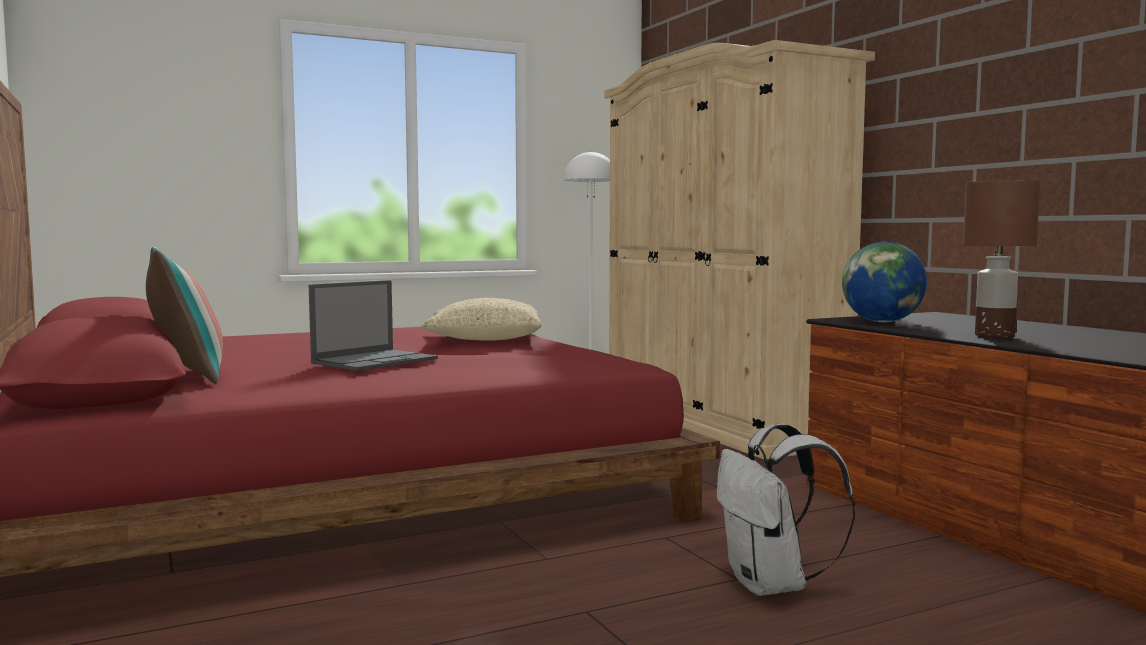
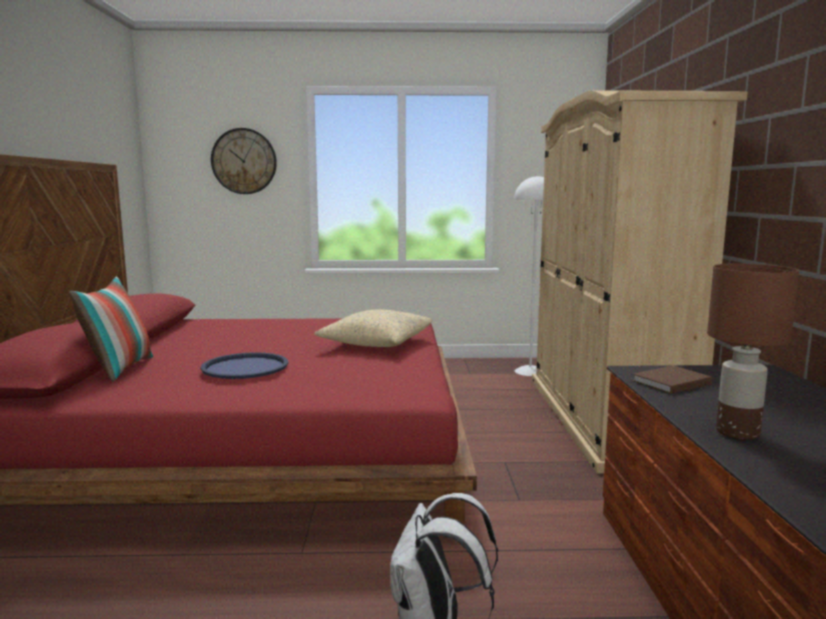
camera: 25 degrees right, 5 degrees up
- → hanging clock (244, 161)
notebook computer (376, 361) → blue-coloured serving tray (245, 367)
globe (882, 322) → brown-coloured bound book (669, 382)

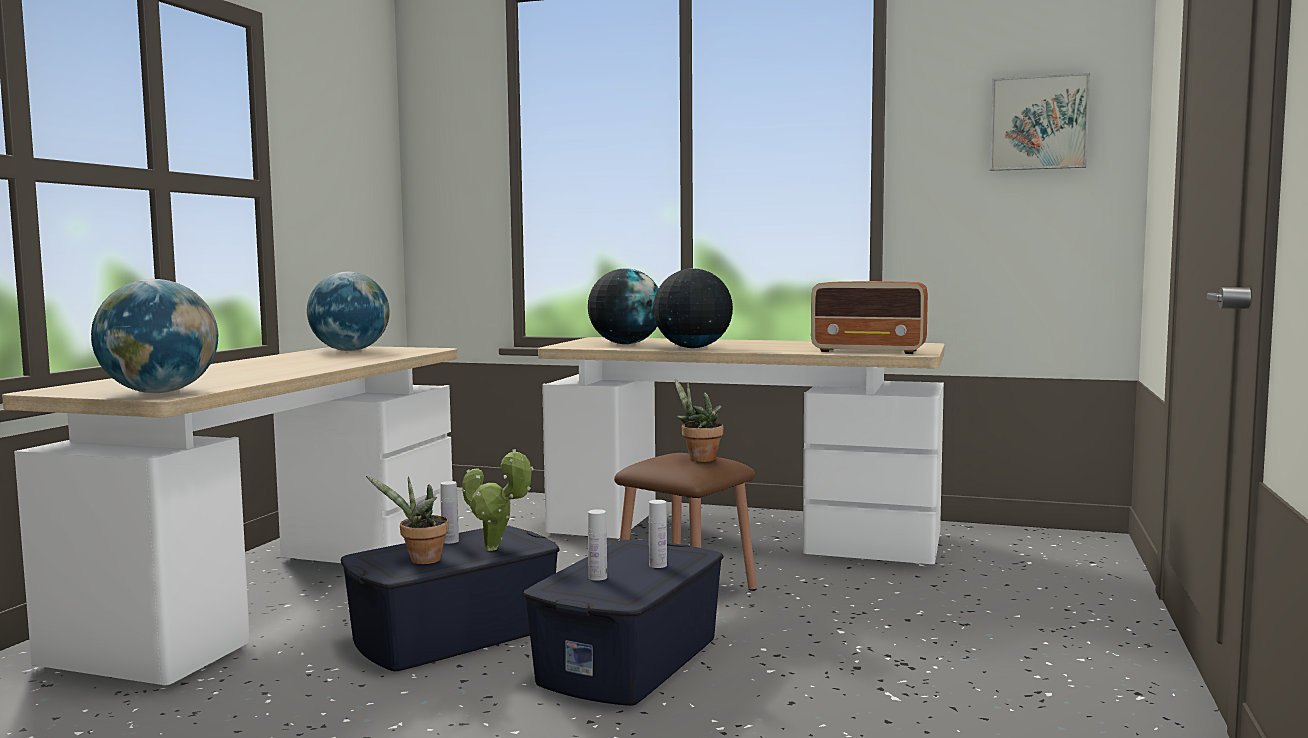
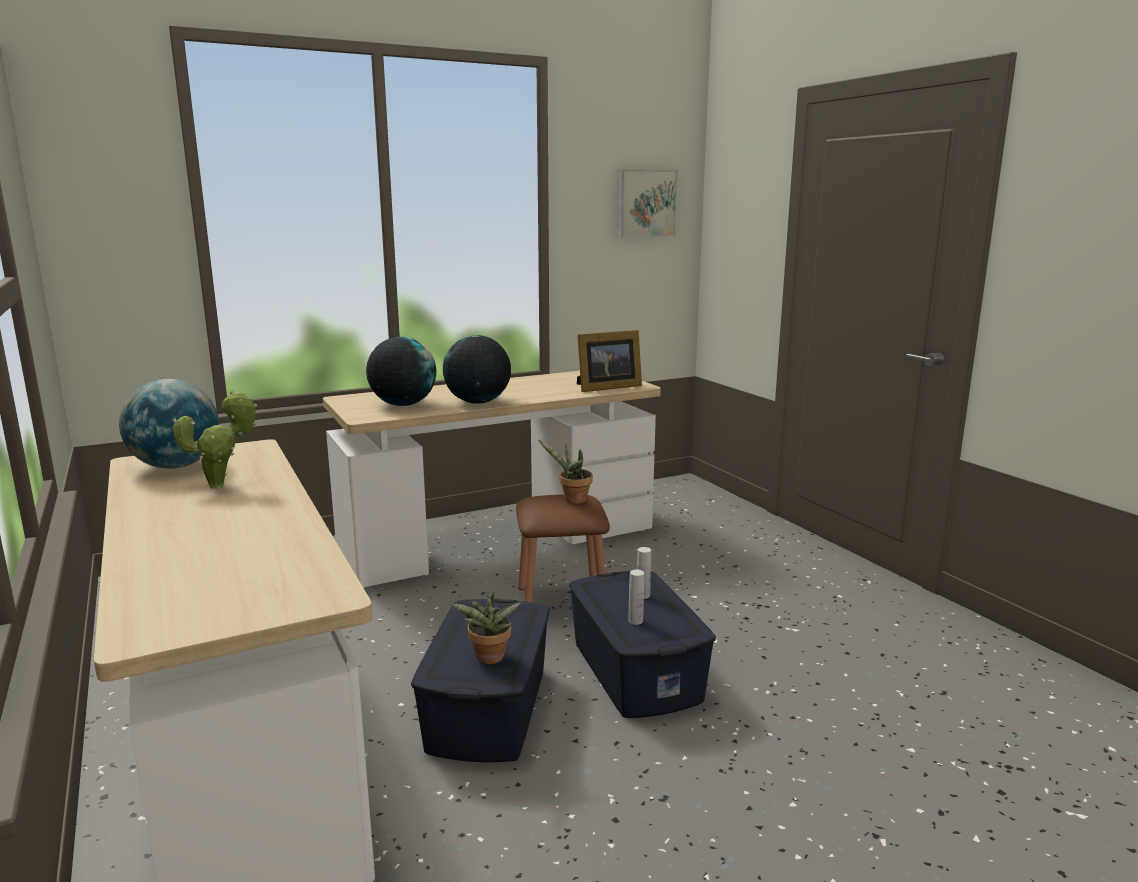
camera: 45 degrees left, 10 degrees up
globe (160, 392) → -
whitish drink bottle (450, 541) → -
houseplant (496, 549) → houseplant (222, 485), moved
radio (870, 351) → standing frame (606, 387)

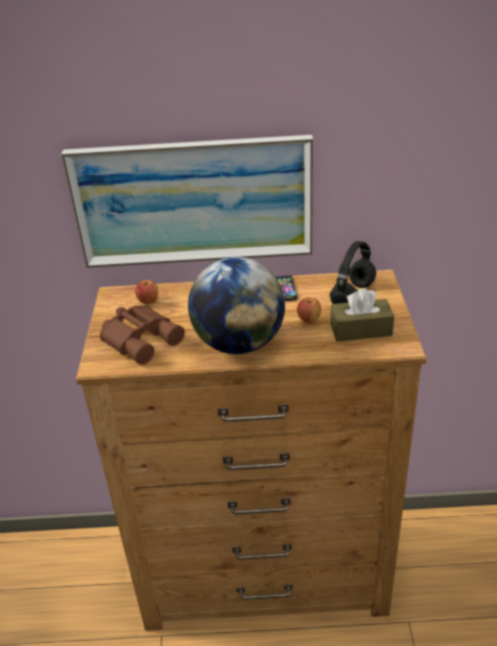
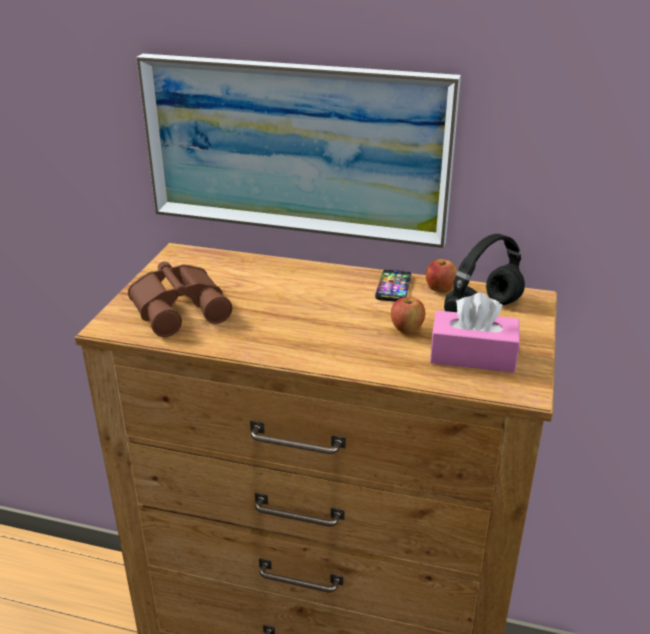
camera: 15 degrees right, 5 degrees down
globe (239, 343) → -
whole apple (148, 301) → whole apple (440, 289), moved
brown-coloured box of tissues (361, 330) → pinkish box of tissues (472, 356)

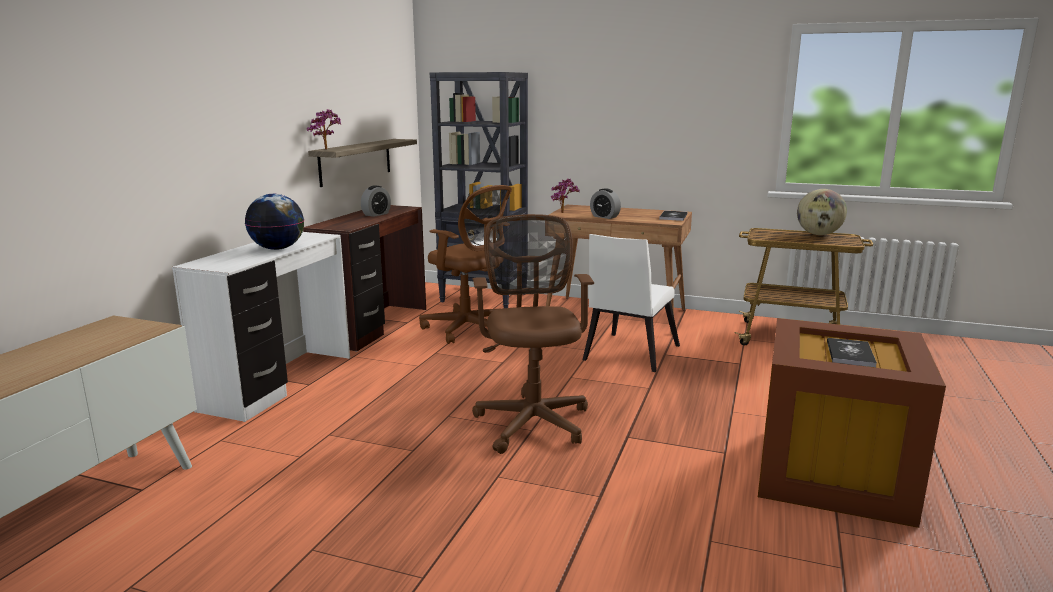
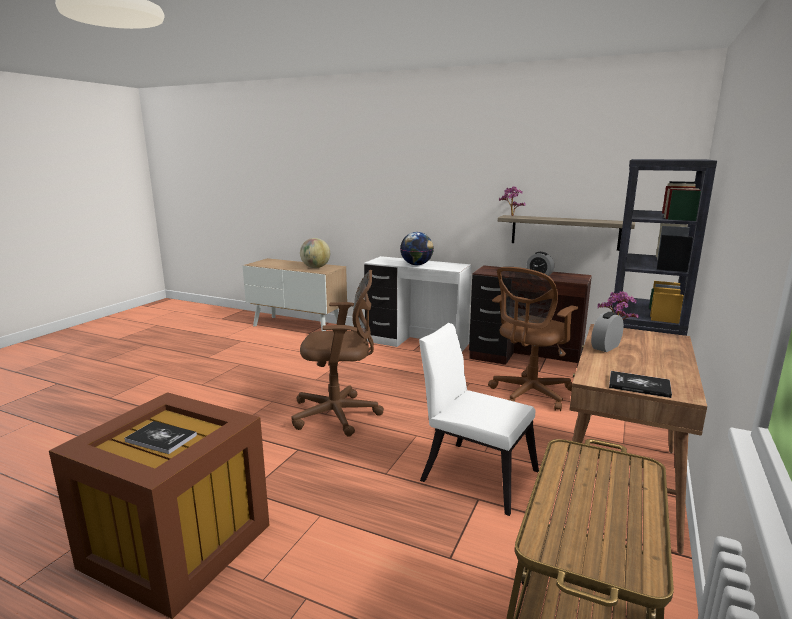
camera: 95 degrees right, 0 degrees up
globe (818, 234) → globe (315, 267), moved

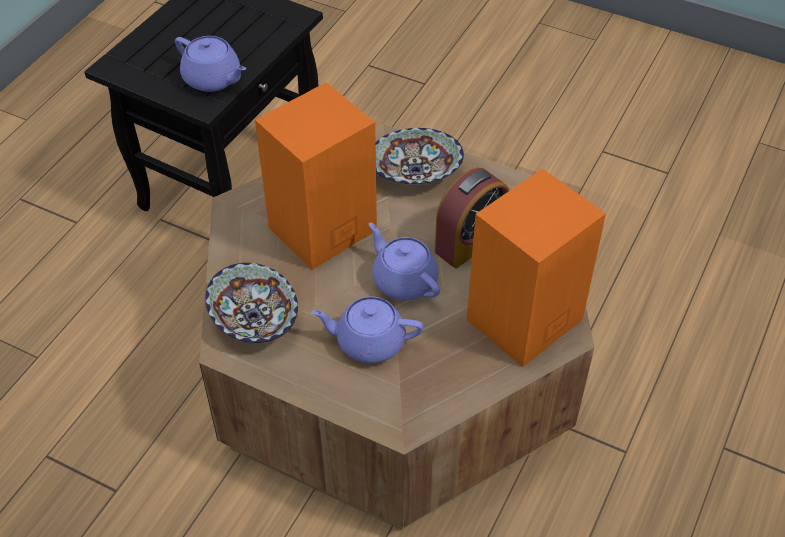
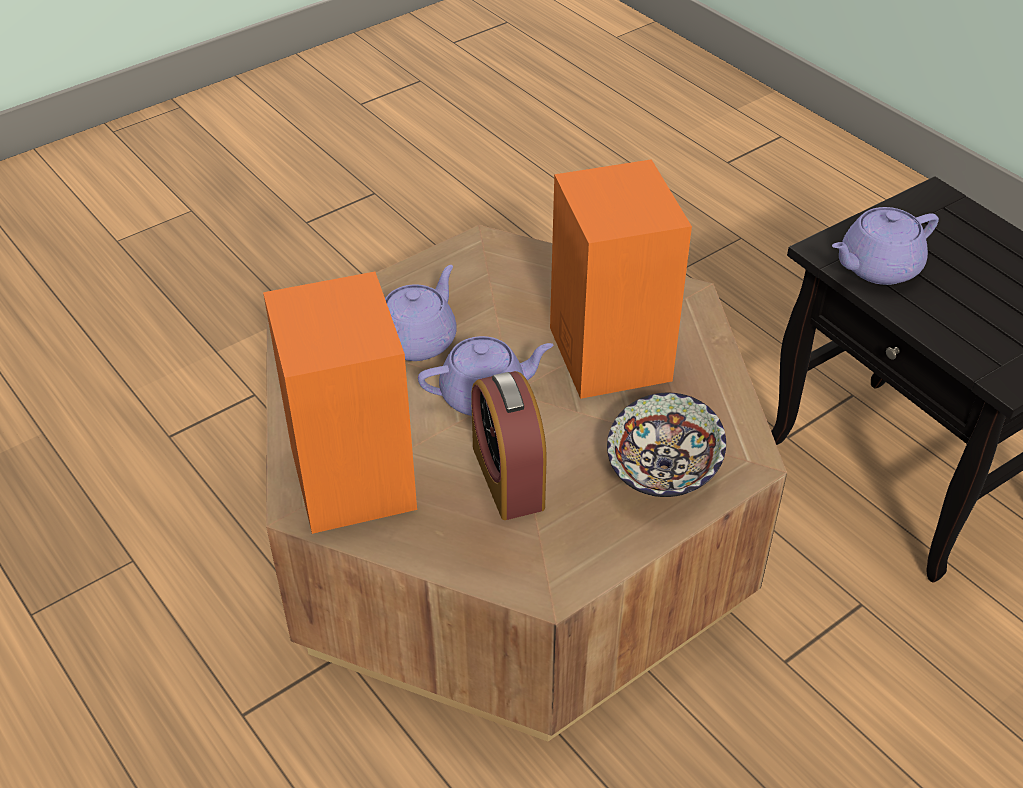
camera: 115 degrees right, 5 degrees down
bowl (253, 320) → -

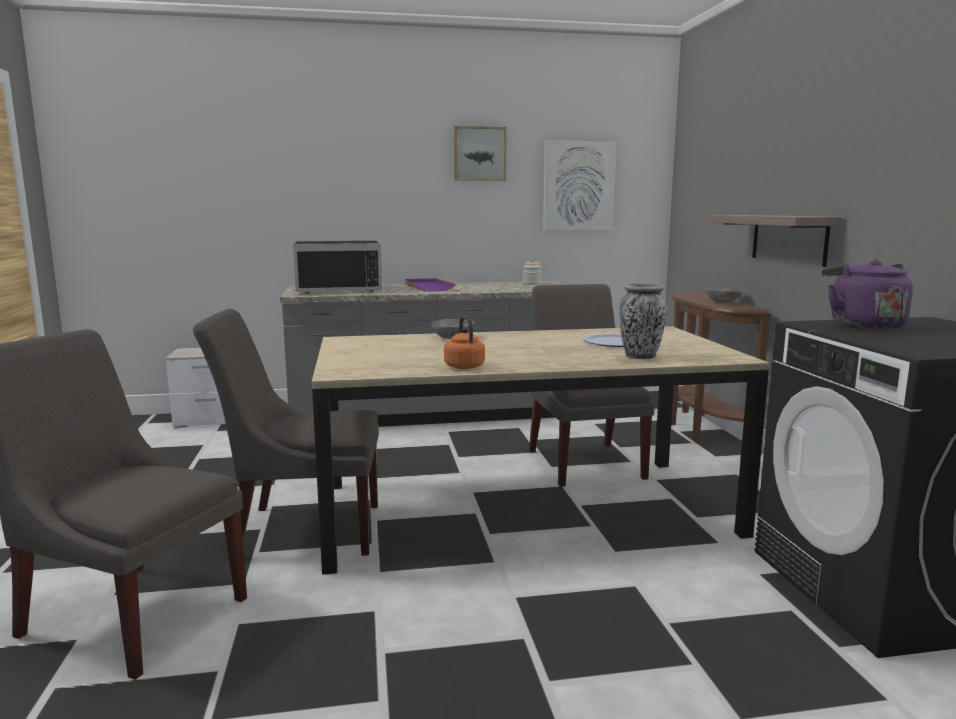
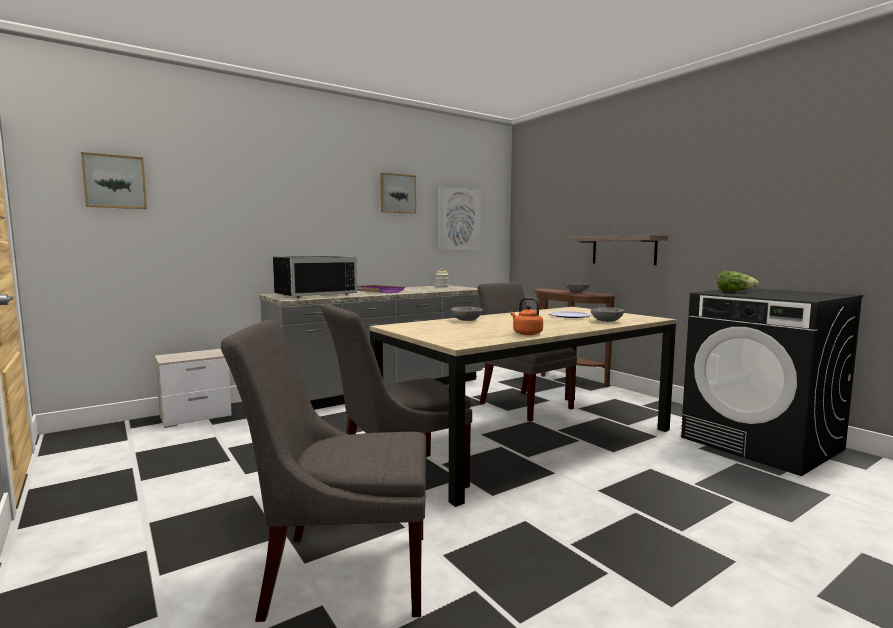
camera: 25 degrees left, 5 degrees down
- → wall picture (114, 182)
decorative vase (640, 356) → greyish bowl (606, 321)
purple water kettle (862, 326) → lettuce (735, 292)

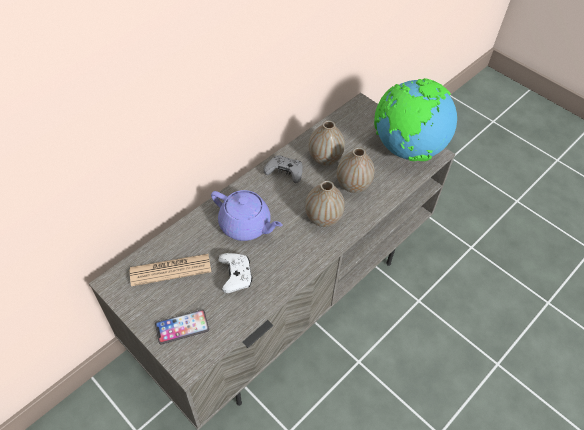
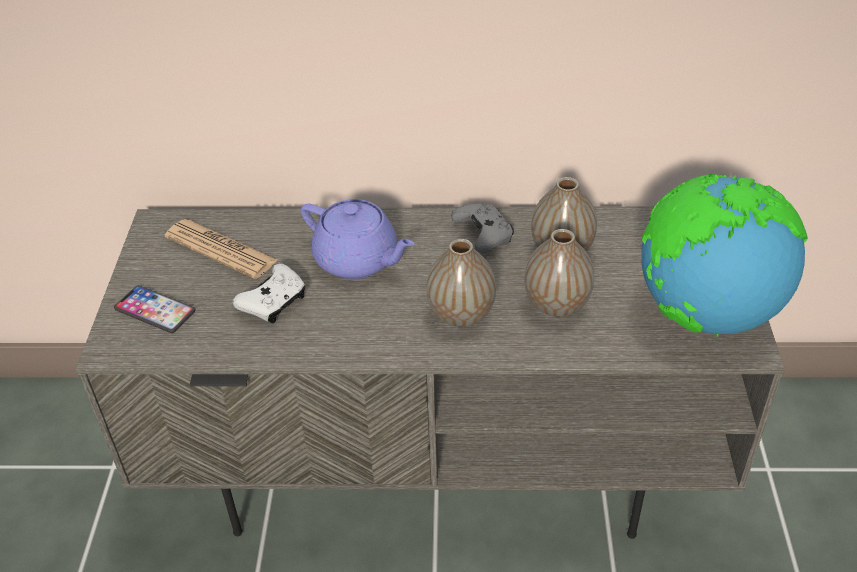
camera: 50 degrees right, 10 degrees down
purple tea pot (246, 225) → purple tea pot (358, 260), 45 degrees counterclockwise

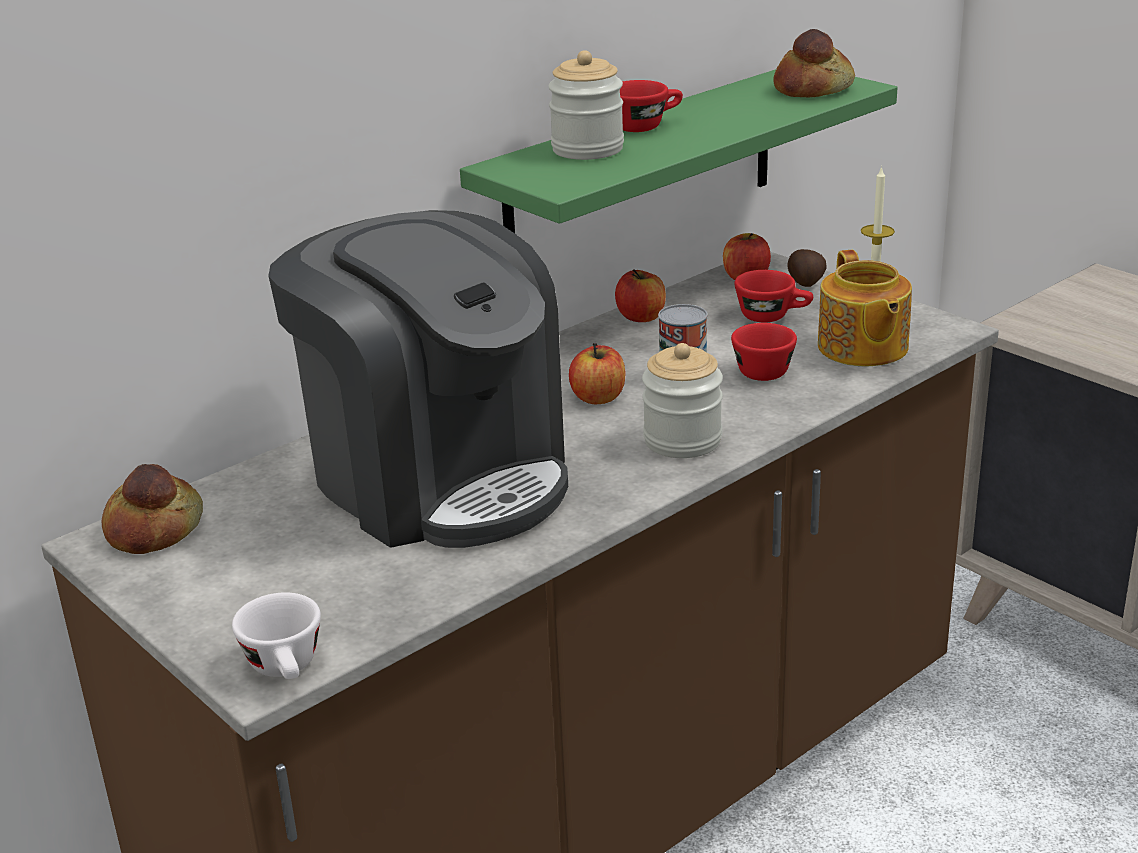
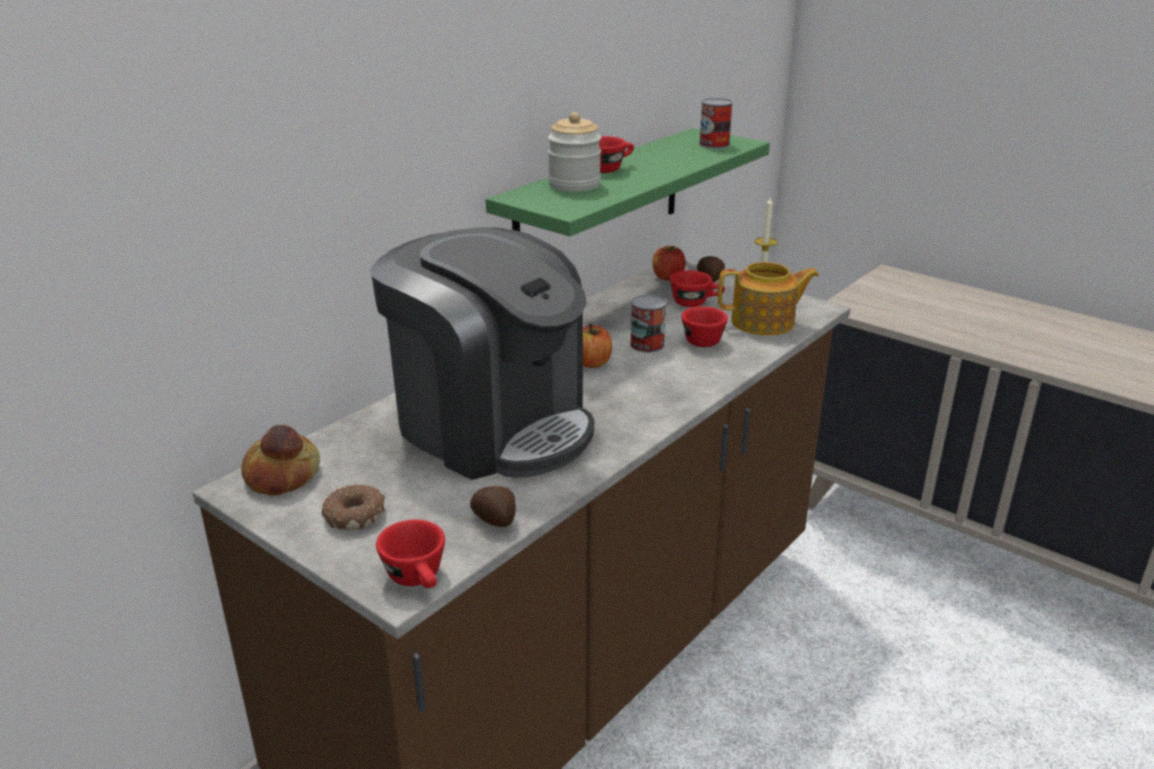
camera: 10 degrees left, 0 degrees up
whole apple (641, 317) → -
jar (682, 440) → -
- → donut (354, 515)
- → whole potato (495, 520)
baked bread (813, 89) → sealed can (714, 144)
whitish small cup (287, 669) → red small cup (418, 579)
tea pot (862, 348) → tea pot (764, 322), 75 degrees counterclockwise

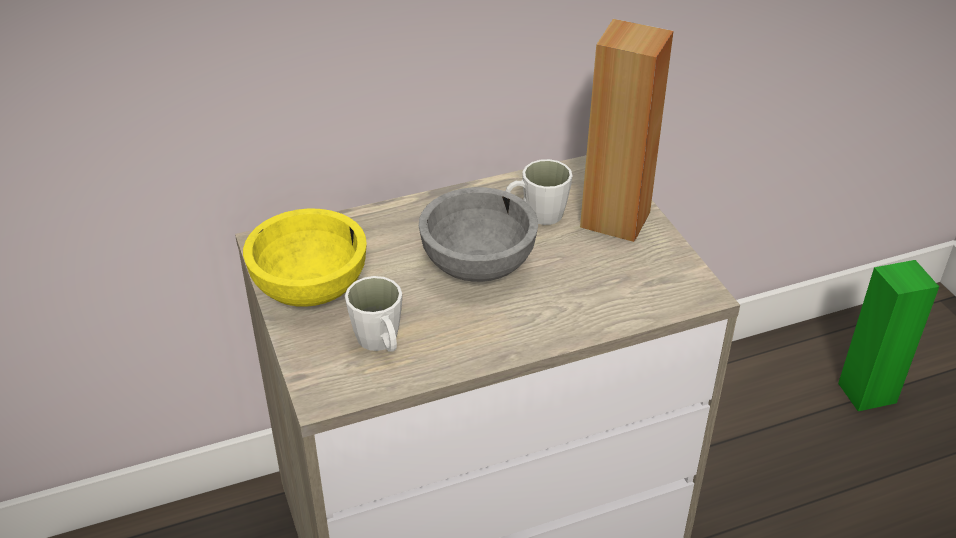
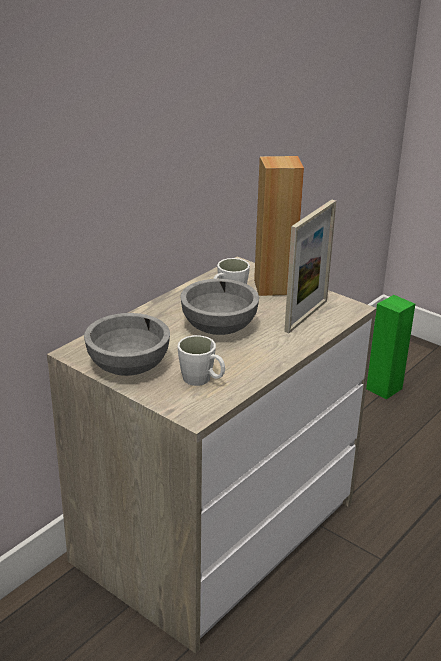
camera: 30 degrees left, 10 degrees down
- → standing frame (306, 316)
yellow bowl (310, 288) → greyish bowl (128, 367)

